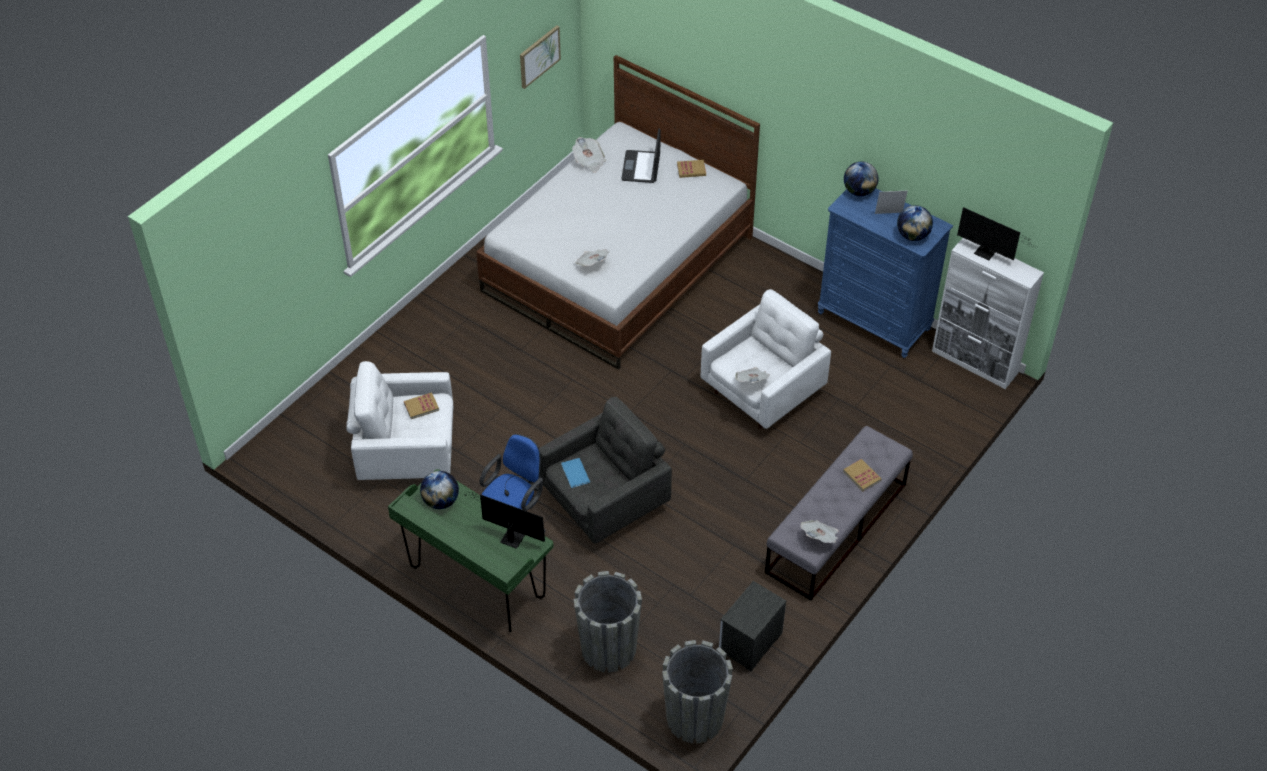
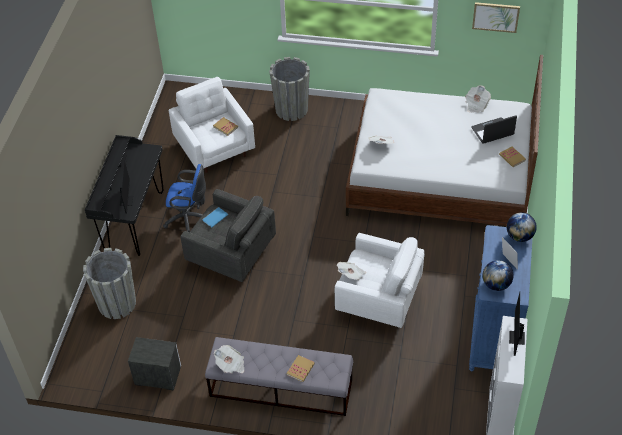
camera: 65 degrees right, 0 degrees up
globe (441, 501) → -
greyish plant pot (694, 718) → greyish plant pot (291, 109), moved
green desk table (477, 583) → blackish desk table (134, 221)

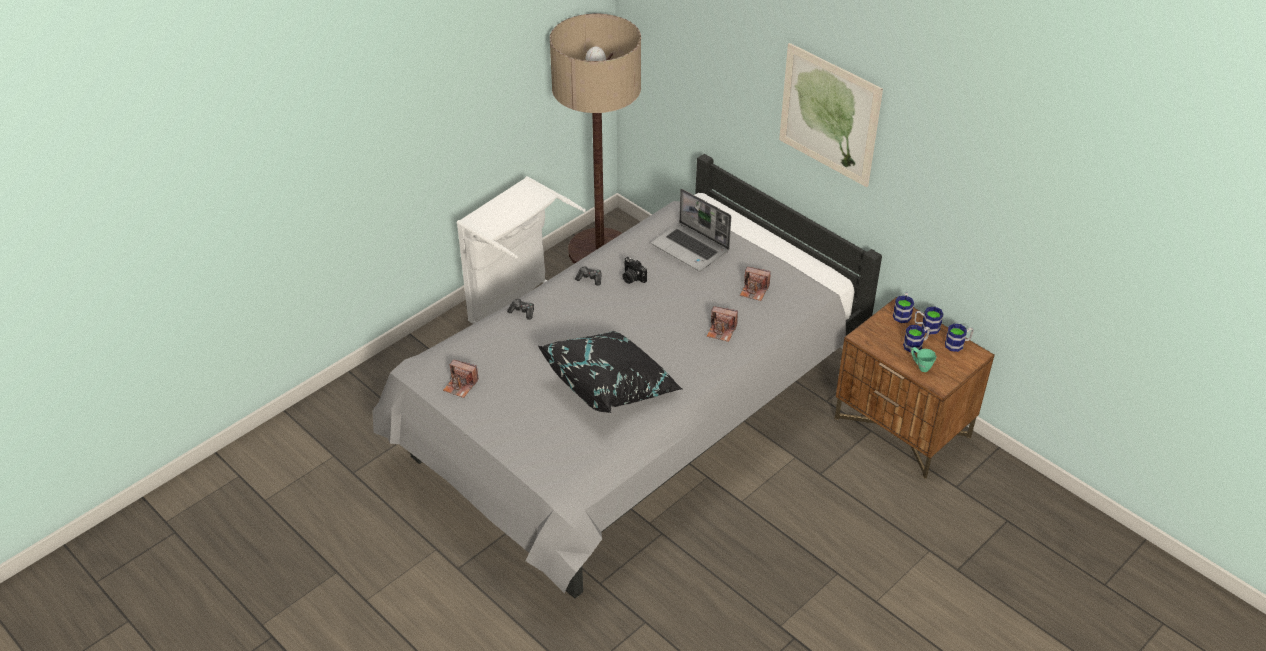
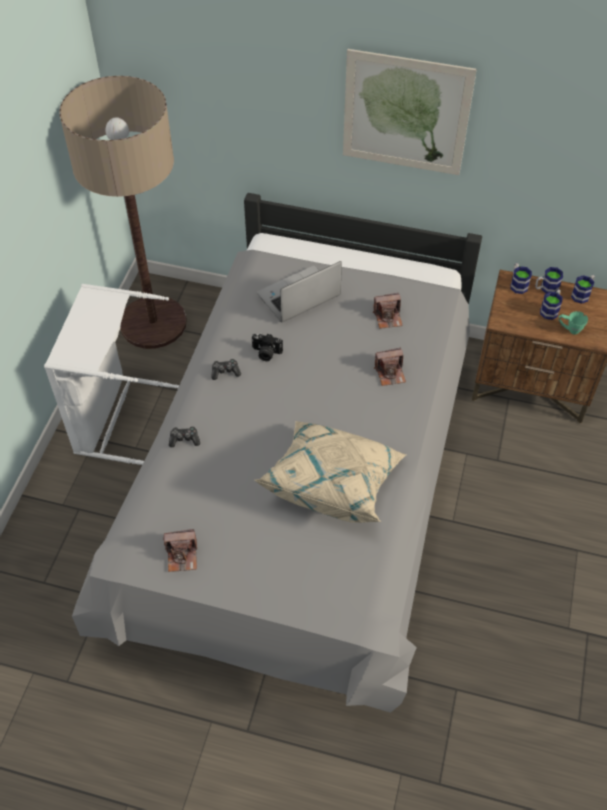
camera: 30 degrees left, 10 degrees up
blackish cushion (611, 386) → beige-coloured cushion (333, 482)
notebook computer (691, 248) → notebook computer (298, 297), 135 degrees clockwise

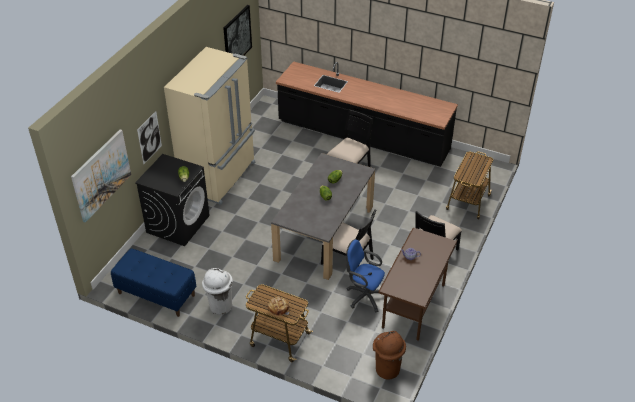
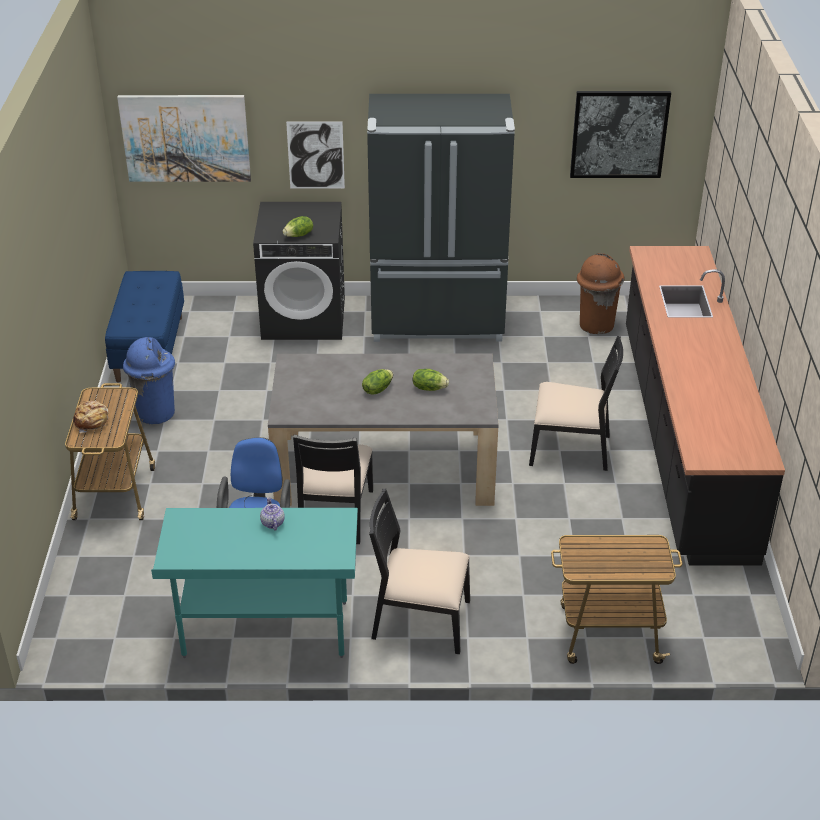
camera: 65 degrees right, 5 degrees down
brown-coloured rubbish bin (387, 369) → brown-coloured rubbish bin (595, 325), moved
beige-coloured refrigerator (219, 177) → blackish refrigerator (438, 320)
whitish rubbish bin (220, 306) → blue-coloured rubbish bin (156, 412)
brown-coloured desk table (414, 307) → turquoise desk table (266, 630)

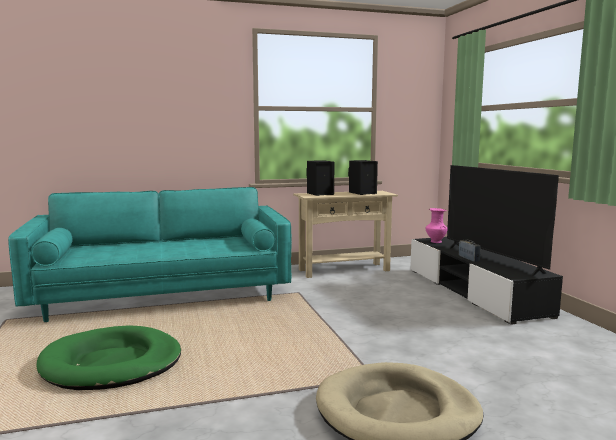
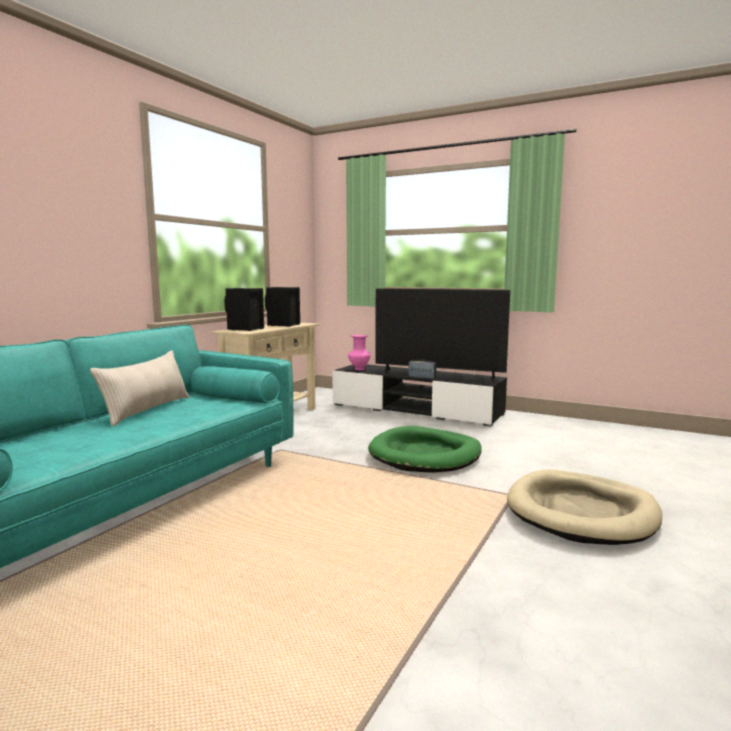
camera: 45 degrees left, 0 degrees up
- → beige-coloured cushion (147, 410)
green dog bed (112, 363) → green dog bed (425, 455), moved

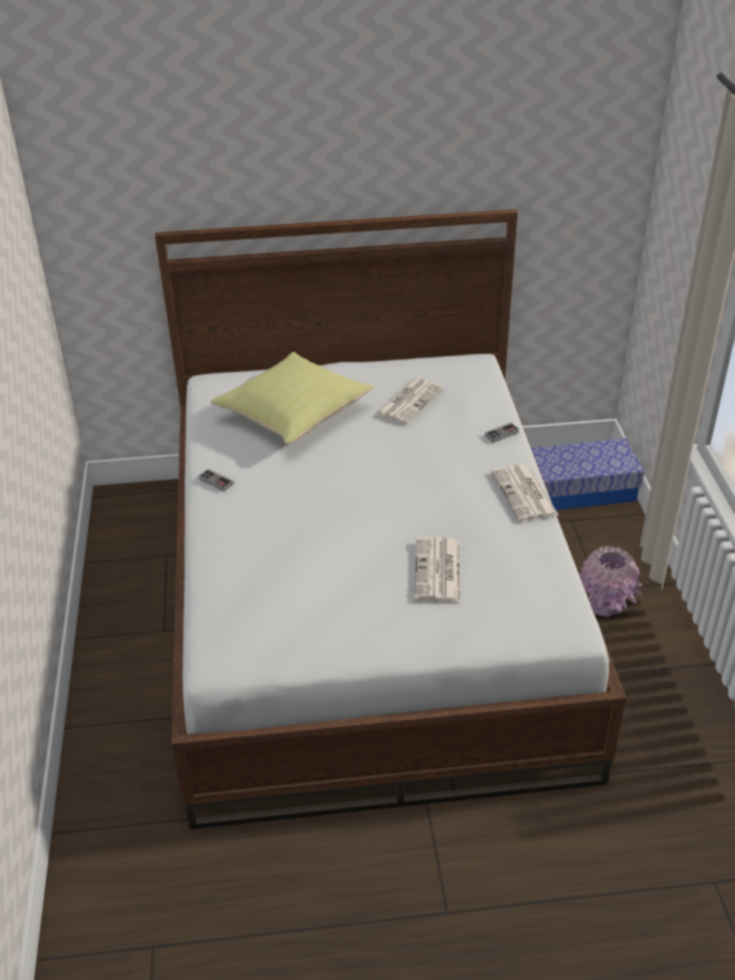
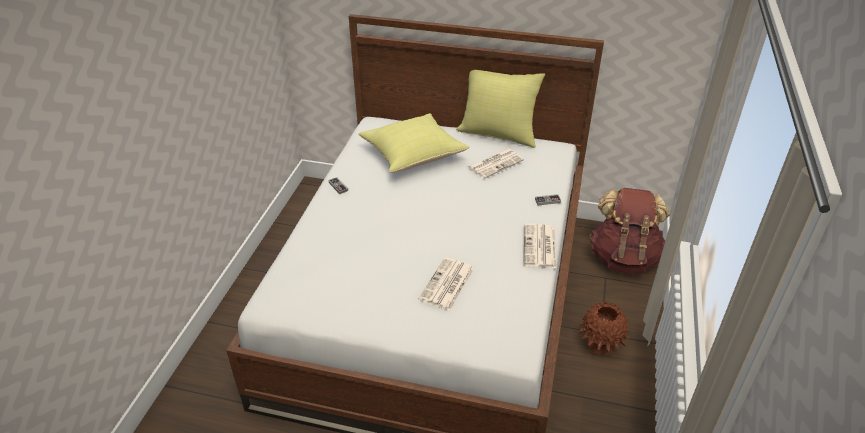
camera: 20 degrees right, 0 degrees up
- → yellow cushion (498, 133)
storage bin (581, 489) → brown-coloured backpack (624, 258)
pinkish decorative vase (604, 604) → brown-coloured decorative vase (600, 344)

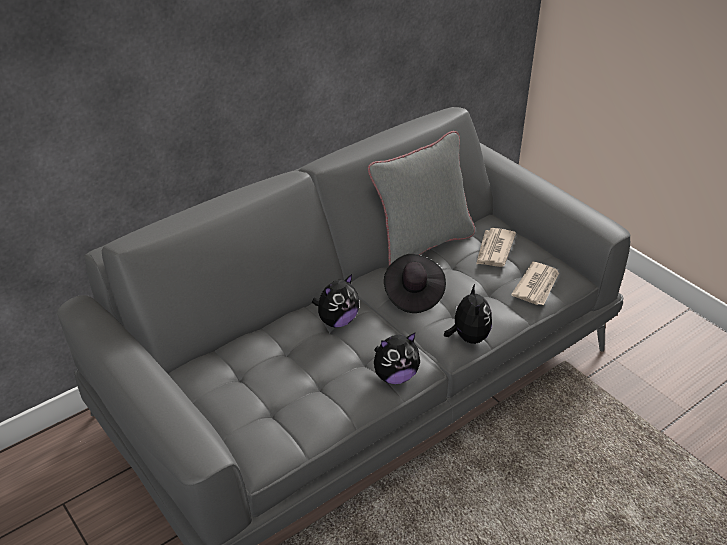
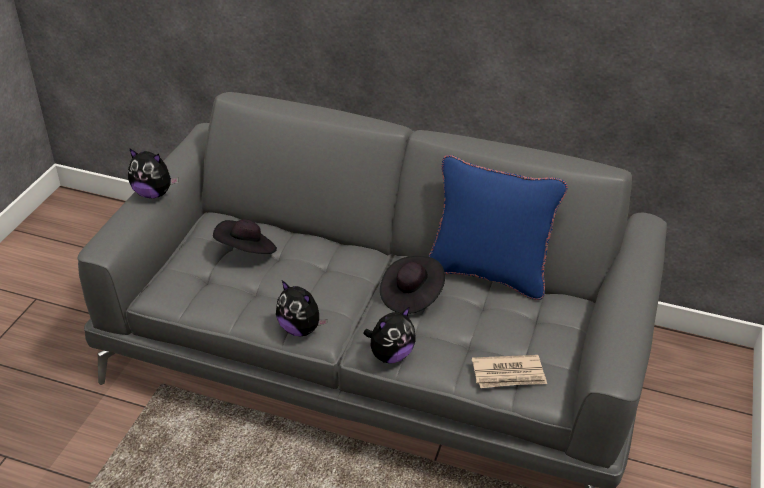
camera: 55 degrees right, 0 degrees up
printed paper (494, 250) → -
- → blackish clothing hat (246, 251)
cuddly toy (337, 320) → cuddly toy (153, 193), moved
greyish cushion (422, 245) → blue-coloured cushion (487, 273)

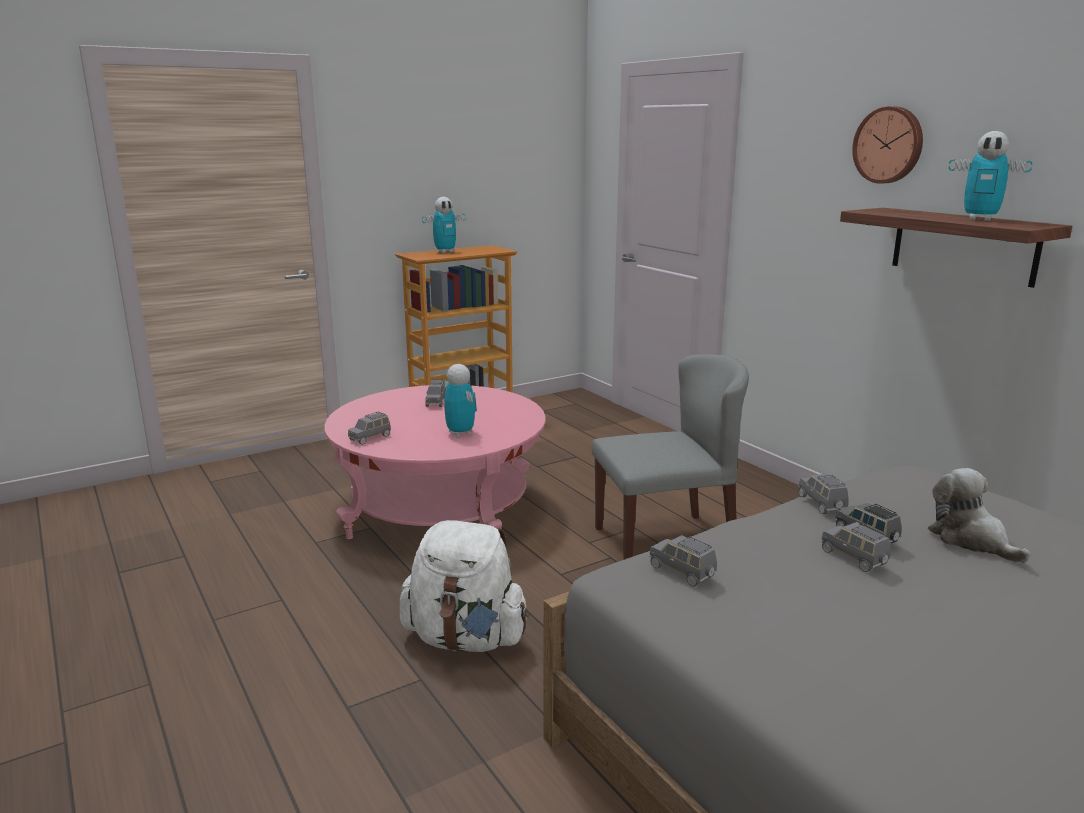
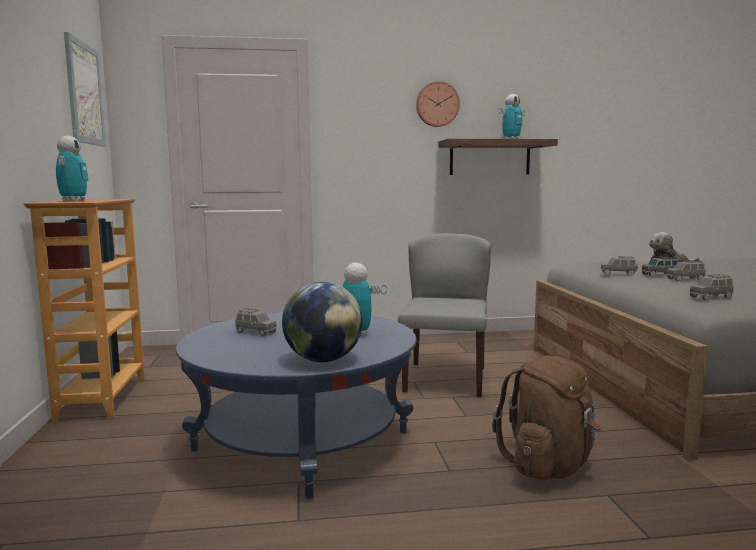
camera: 65 degrees left, 10 degrees down
- → wall picture (84, 93)
greyish toy car (370, 438) → globe (323, 360)
pinkish low table (440, 510) → blue-coloured low table (302, 441)
whitish backpack (466, 639) → brown-coloured backpack (549, 466)

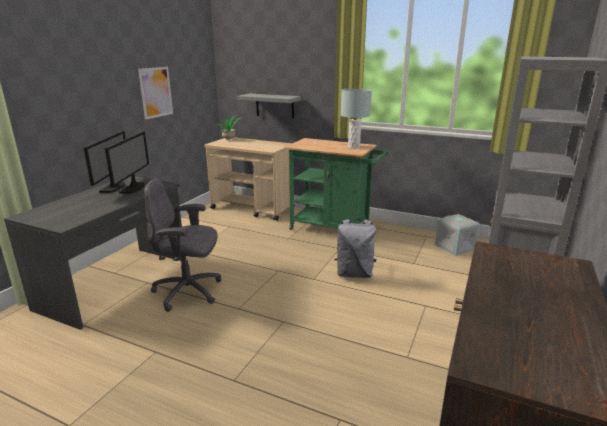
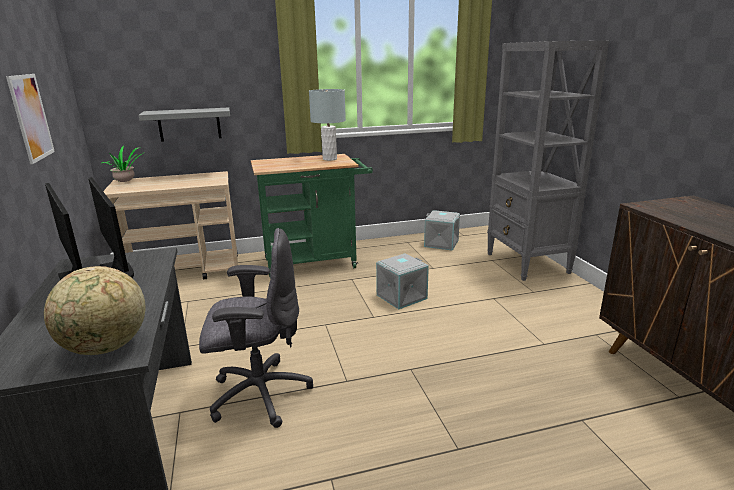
camera: 40 degrees left, 0 degrees up
- → globe (106, 348)
greyish backpack (354, 274) → greyish storage bin (401, 296)
greyish desk chair (188, 292) → greyish desk chair (259, 394), 150 degrees counterclockwise

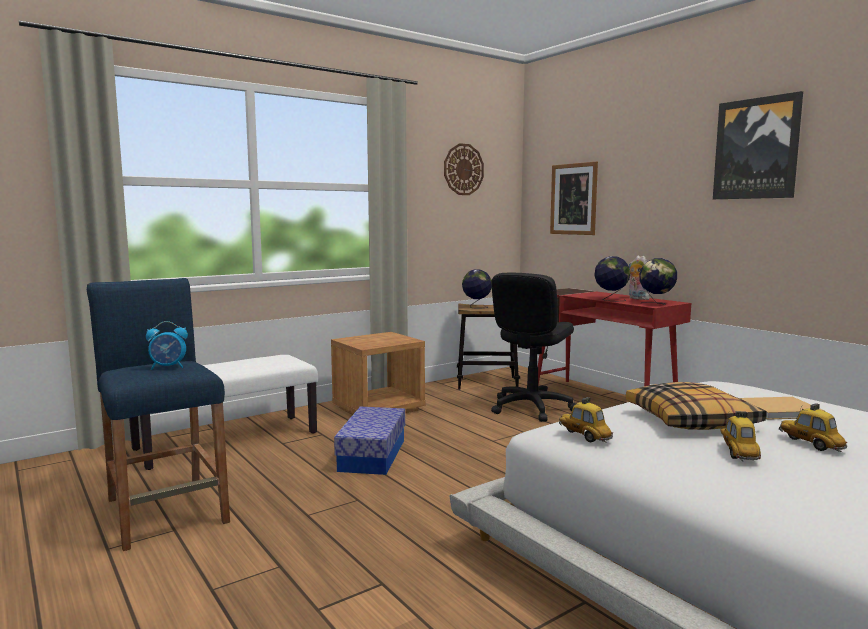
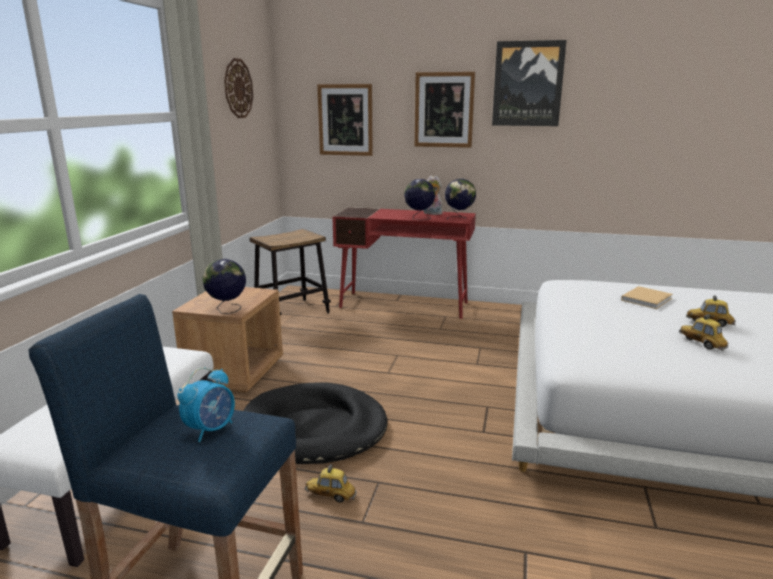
camera: 40 degrees left, 10 degrees up
blackish desk chair (531, 408) → -
cushion (691, 421) → -
- → wall picture (444, 110)
globe (476, 307) → globe (227, 310), moved
toy car (584, 436) → toy car (330, 495), moved
storage bin (372, 455) → blackish dog bed (314, 428)

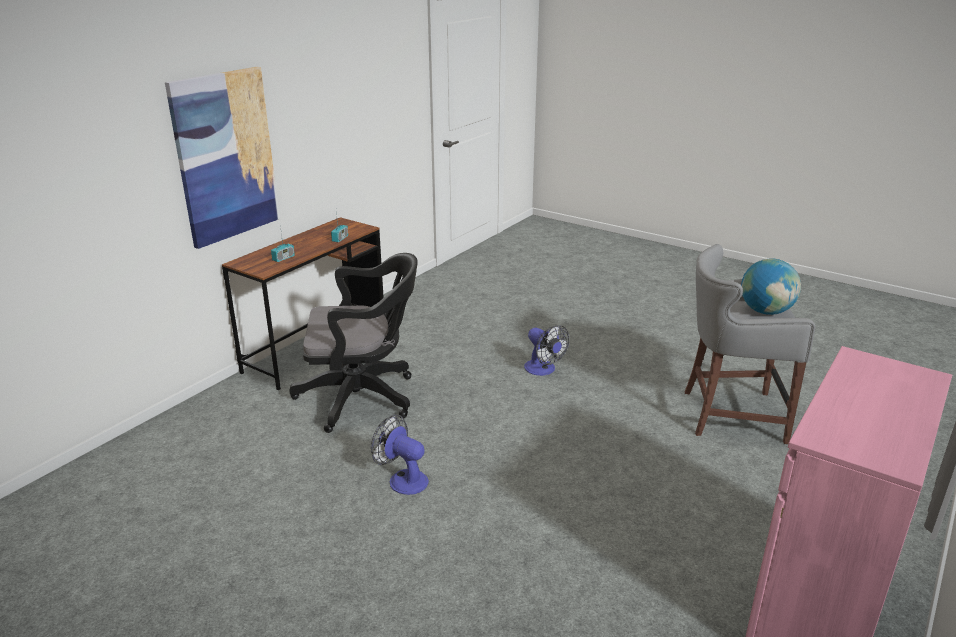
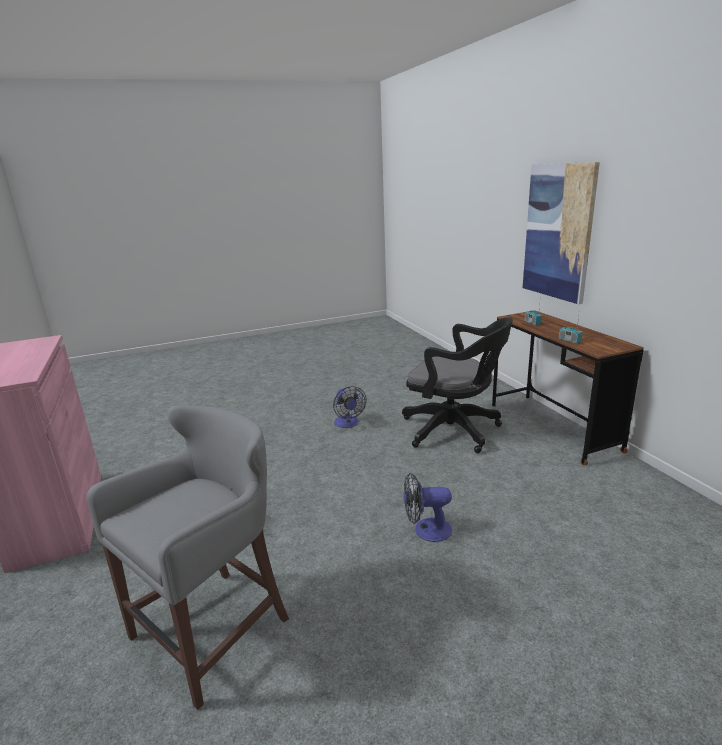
camera: 125 degrees right, 5 degrees down
globe (766, 311) → -
blackish desk chair (363, 397) → blackish desk chair (455, 430), 90 degrees counterclockwise
cooling fan (402, 479) → cooling fan (348, 424), 90 degrees clockwise

